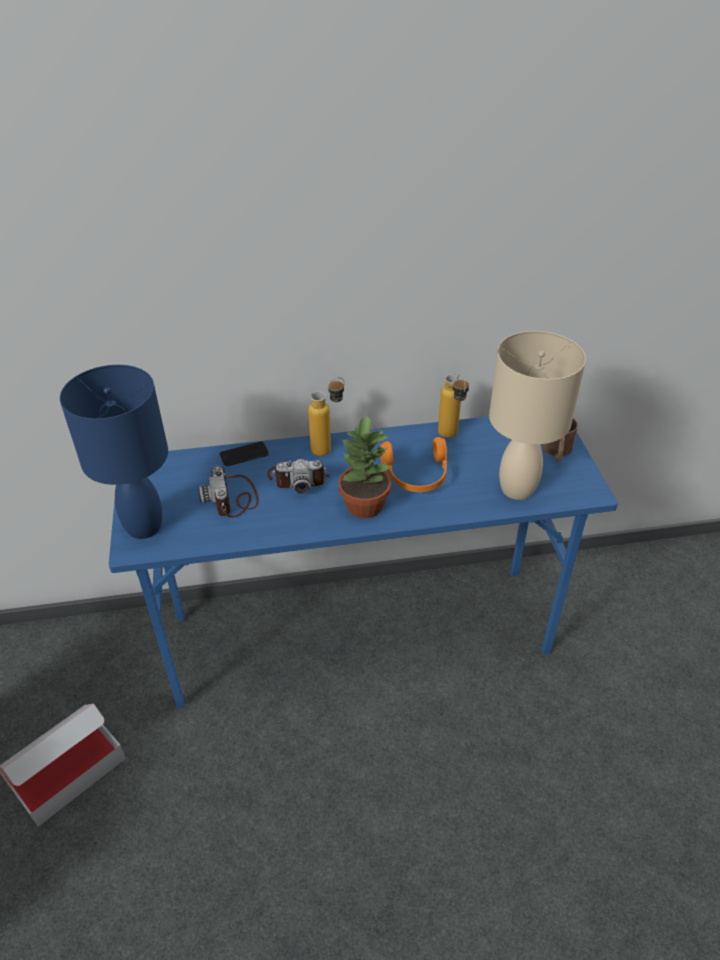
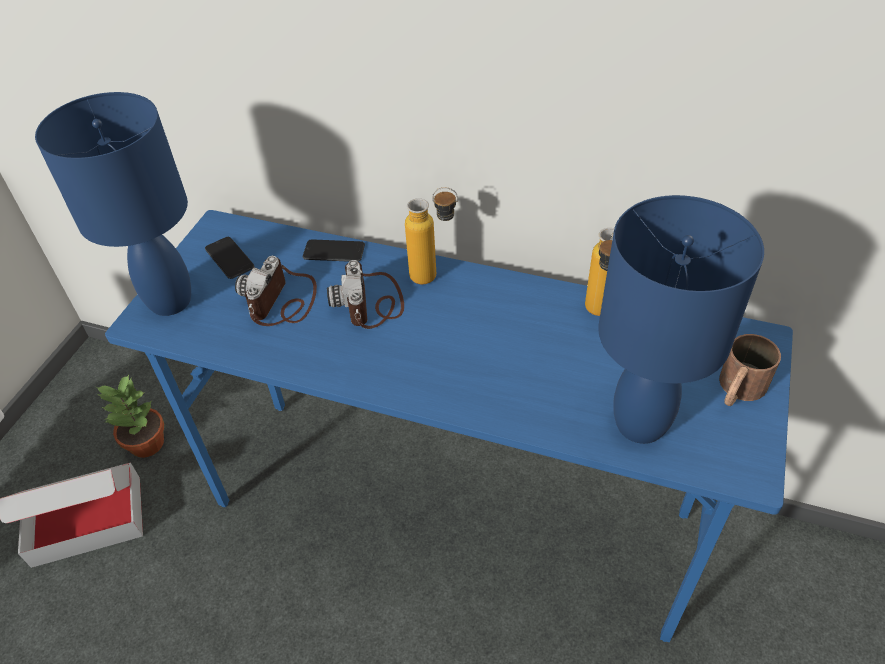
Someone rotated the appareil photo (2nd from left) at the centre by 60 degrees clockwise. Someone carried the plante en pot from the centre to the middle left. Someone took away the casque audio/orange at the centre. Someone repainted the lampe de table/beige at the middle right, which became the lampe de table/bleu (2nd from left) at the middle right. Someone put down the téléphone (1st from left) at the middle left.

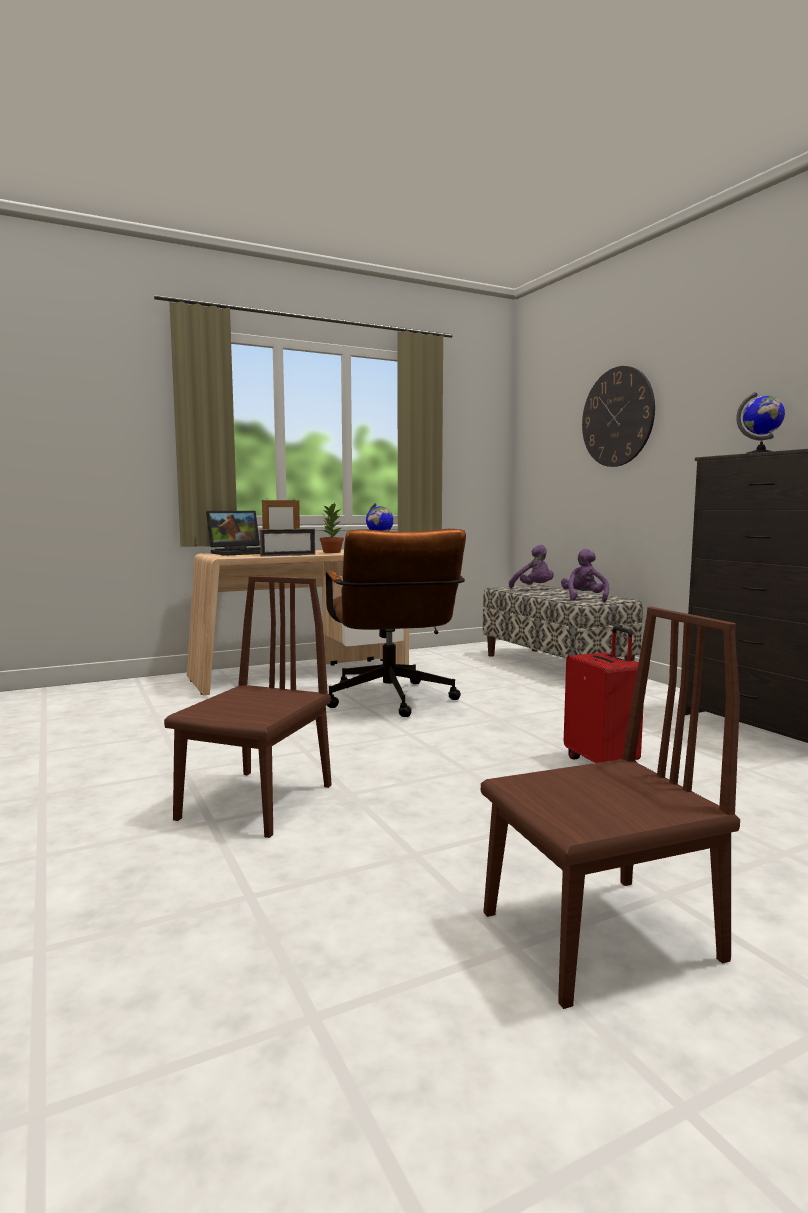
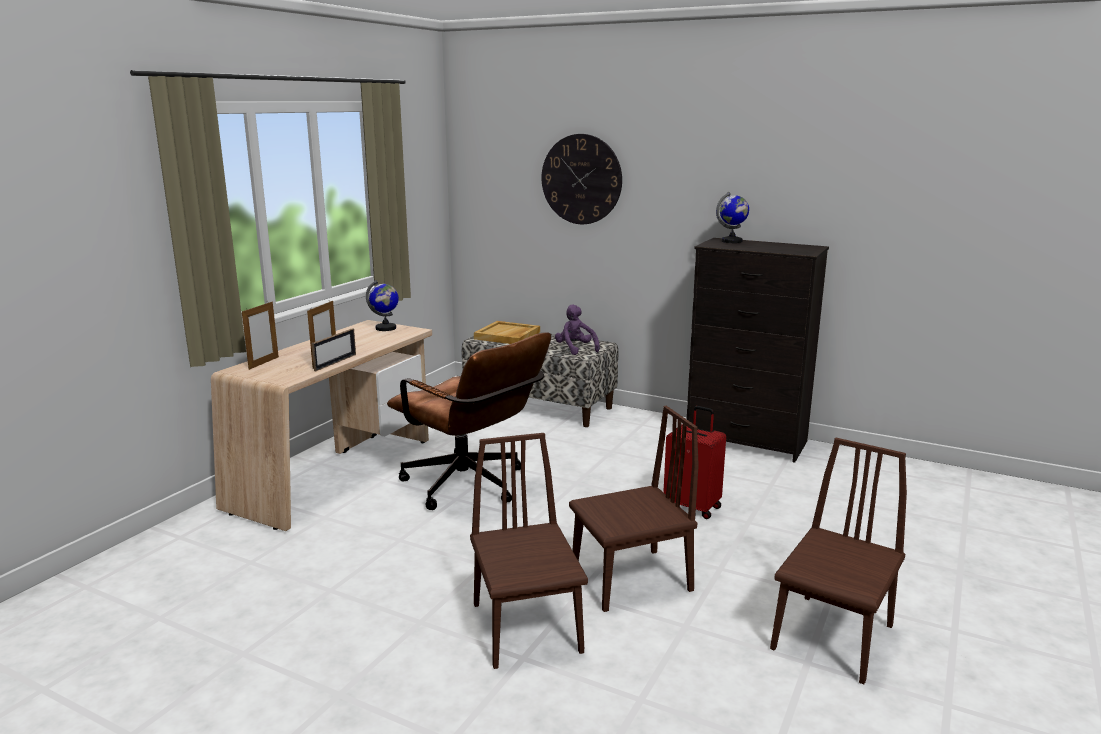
Someone swapped the ordinateur portable at the middle left for the cadre photo (1st from left) at the middle left. Someone took away the plante en pot at the centre. Someone swapped the peluche/violet (1st from left) at the centre for the plateau/beige at the centre. Someone put down the chaise/marron (2nd from left) at the bottom centre.

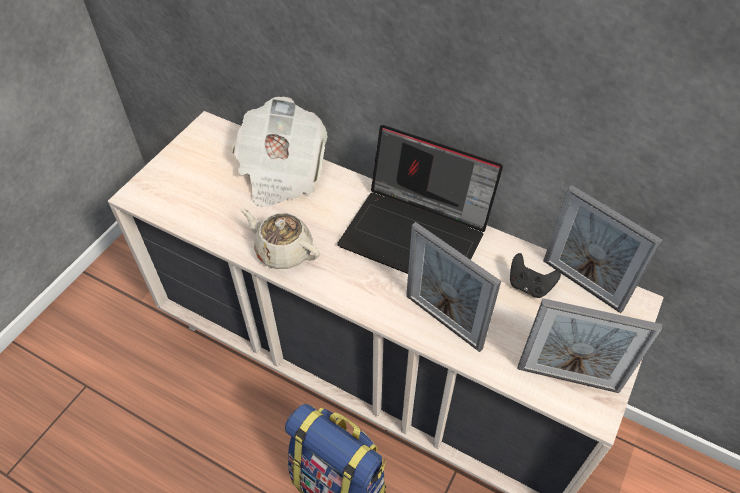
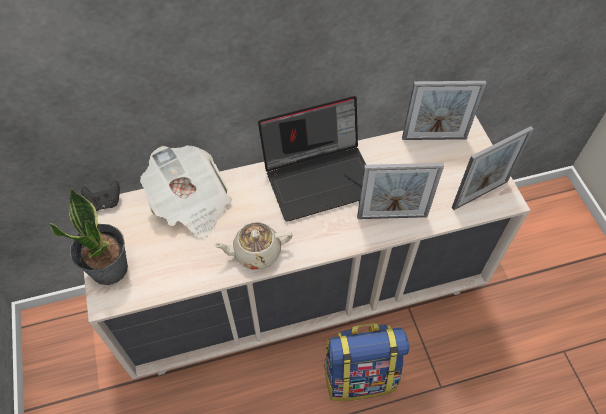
Someone carried the manette/noir from the middle right to the middle left. Someone put down the plante en pot at the middle left.

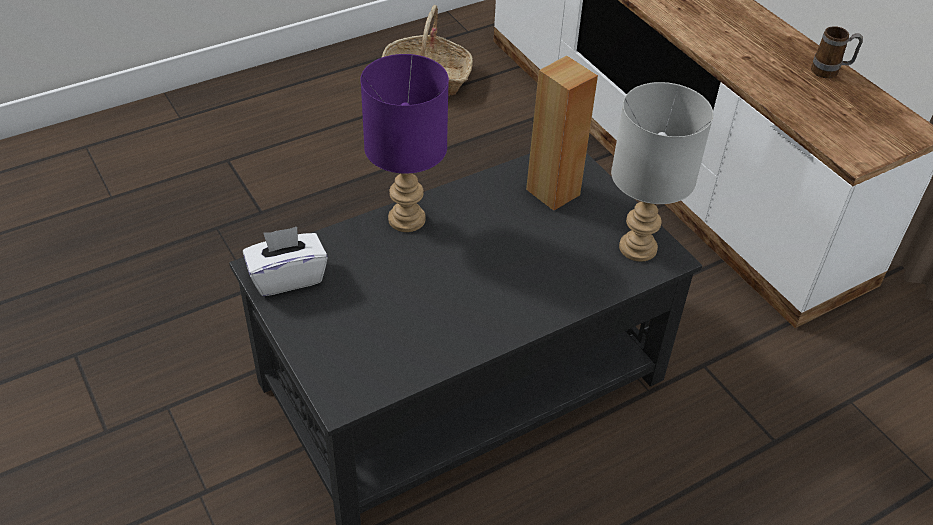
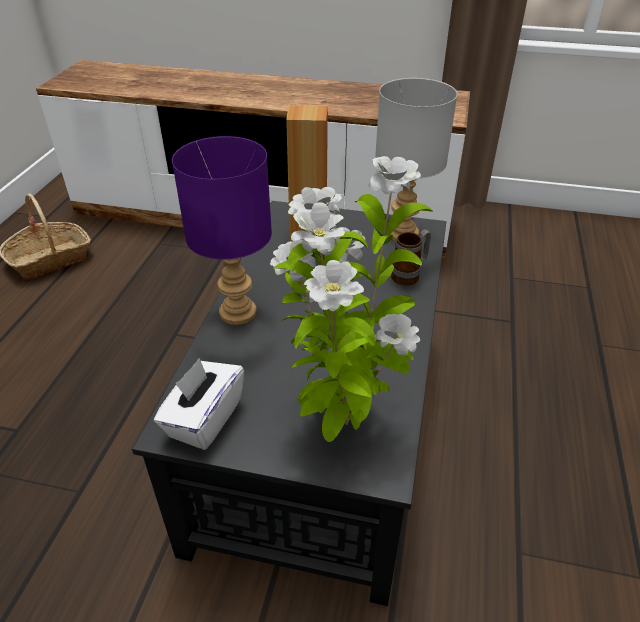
Someone carried the mug from the top right to the centre. Someone put down the plante en pot at the centre.

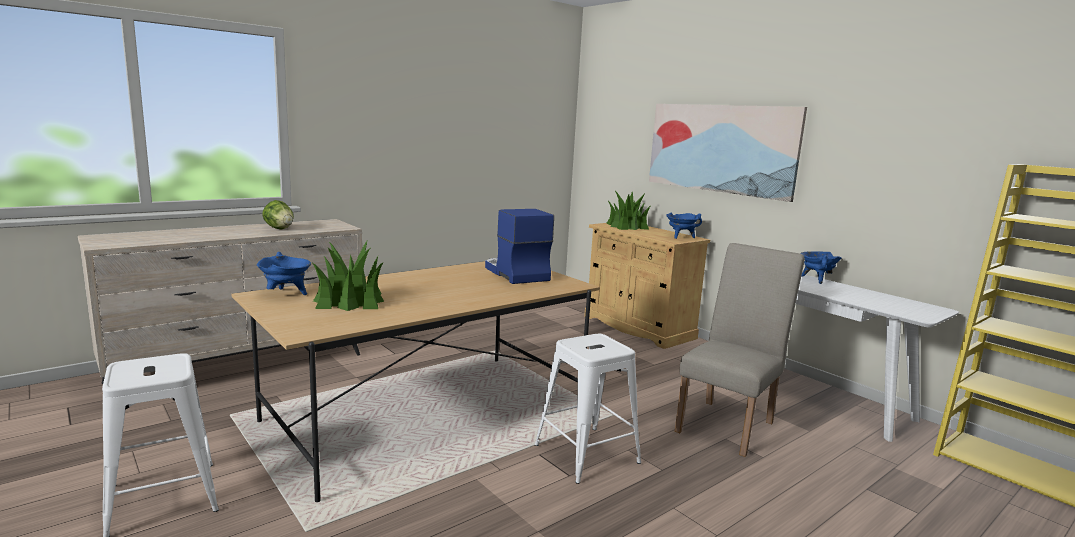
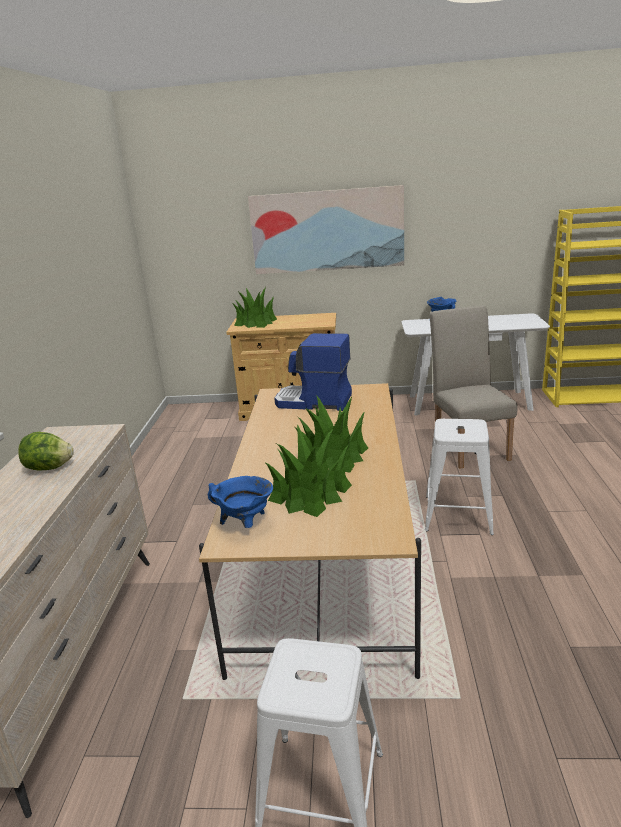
Someone took away the marmite/bleu (2nd from left) at the centre. Someone put down the plante en pot (3rd from left) at the centre.

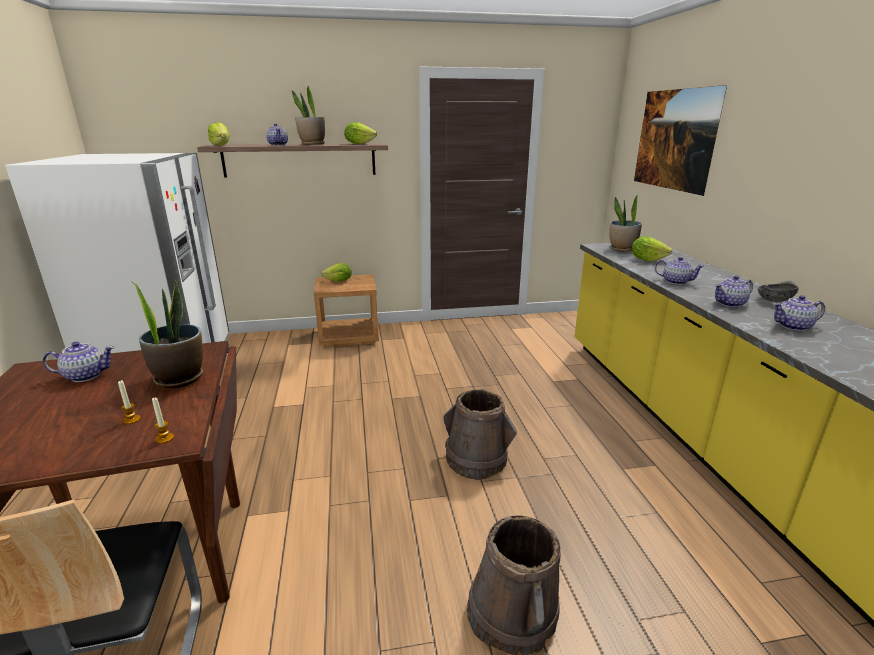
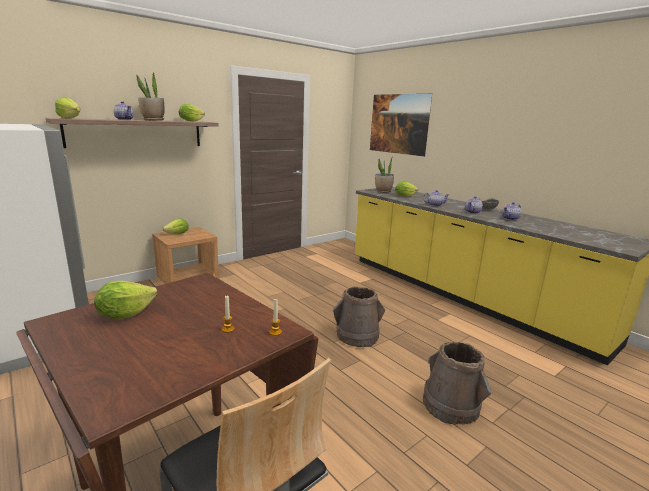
Someone swapped the théière (1st from left) at the middle left for the laitue (2nd from left) at the middle left. Someone took away the plante en pot (1st from left) at the middle left.

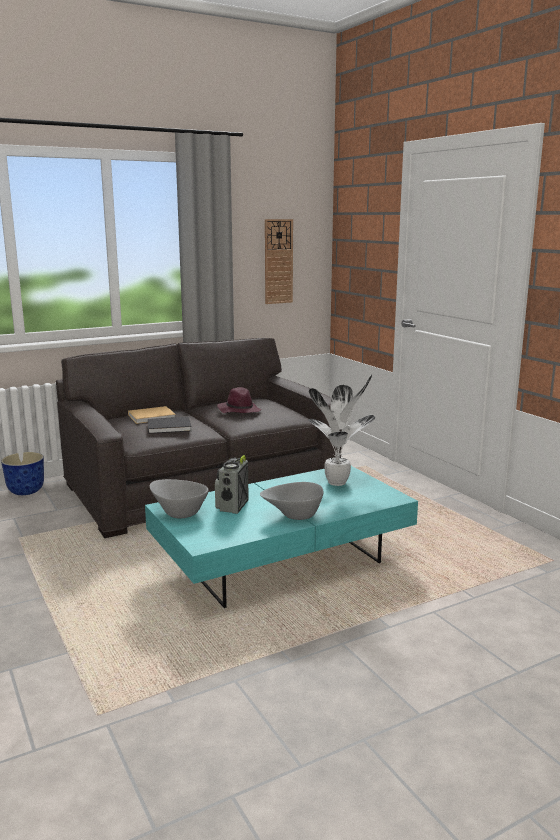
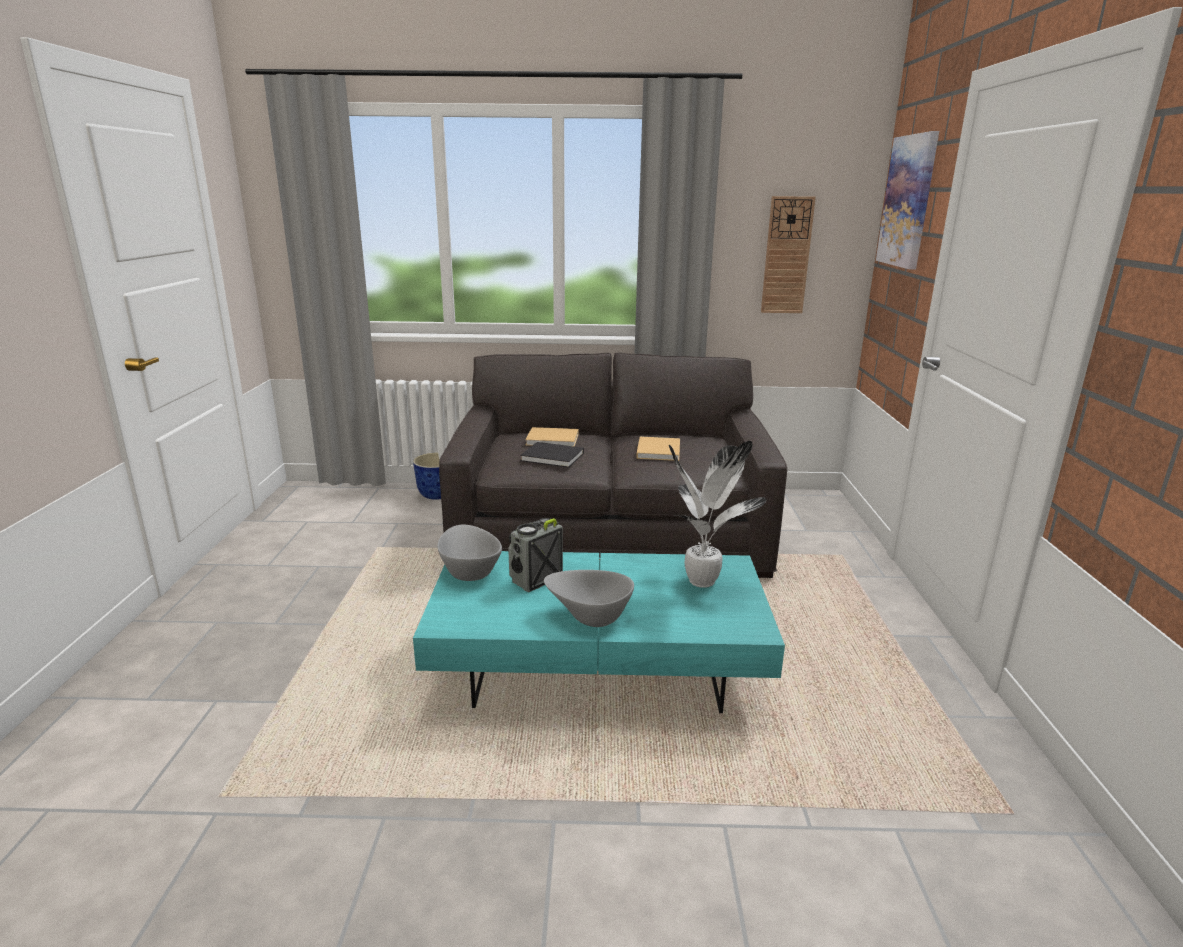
Someone swapped the chapeau/violet at the centre for the livre/beige (2nd from left) at the centre. Someone put up the tableau at the top right.

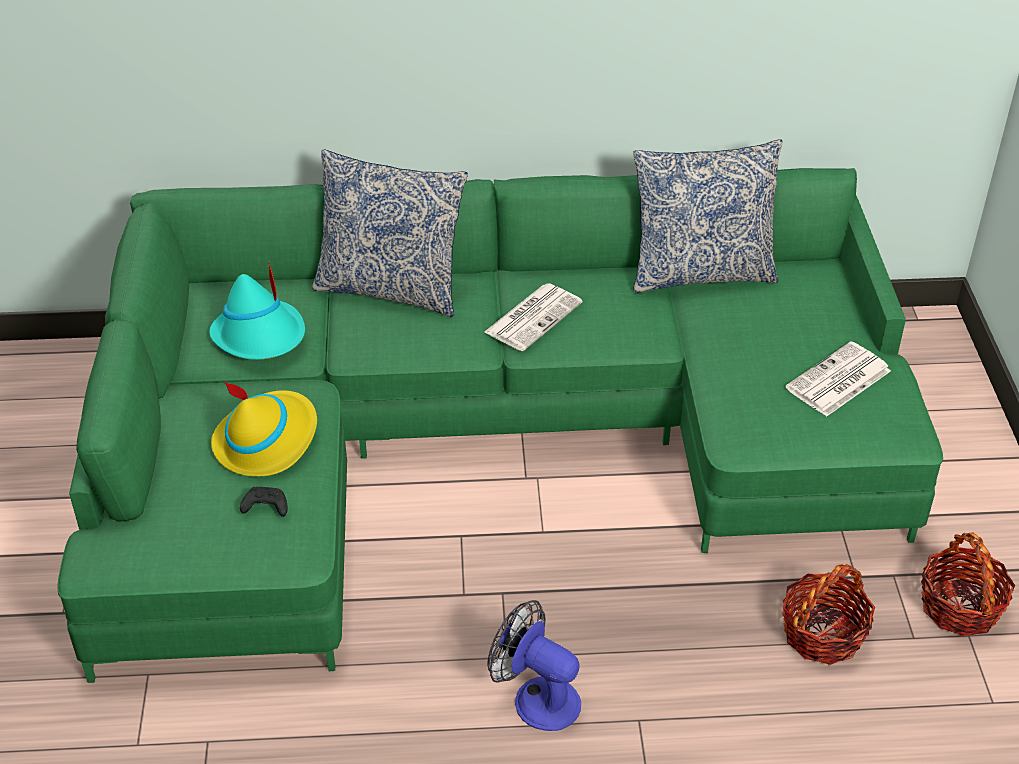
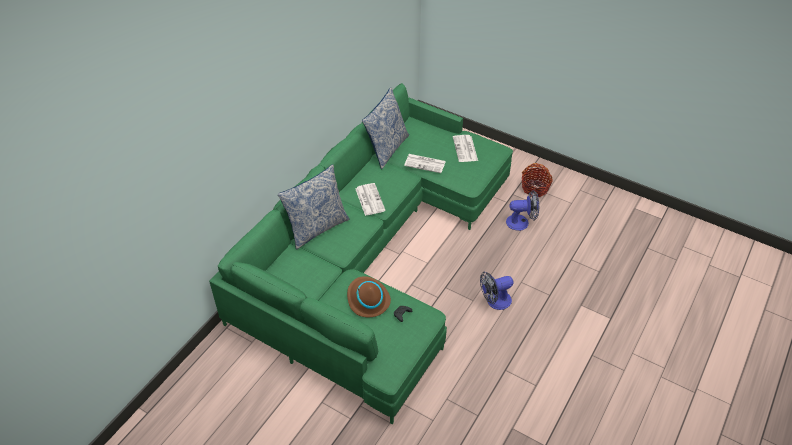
Someone took away the chapeau/turquoise at the middle left. Someone repainted the chapeau/jaune at the middle left, which became the chapeau/marron at the centre. Someone swapped the panier (1st from left) at the bottom right for the ventilateur (2nd from left) at the centre. Someone put down the journal (2nd from left) at the centre.

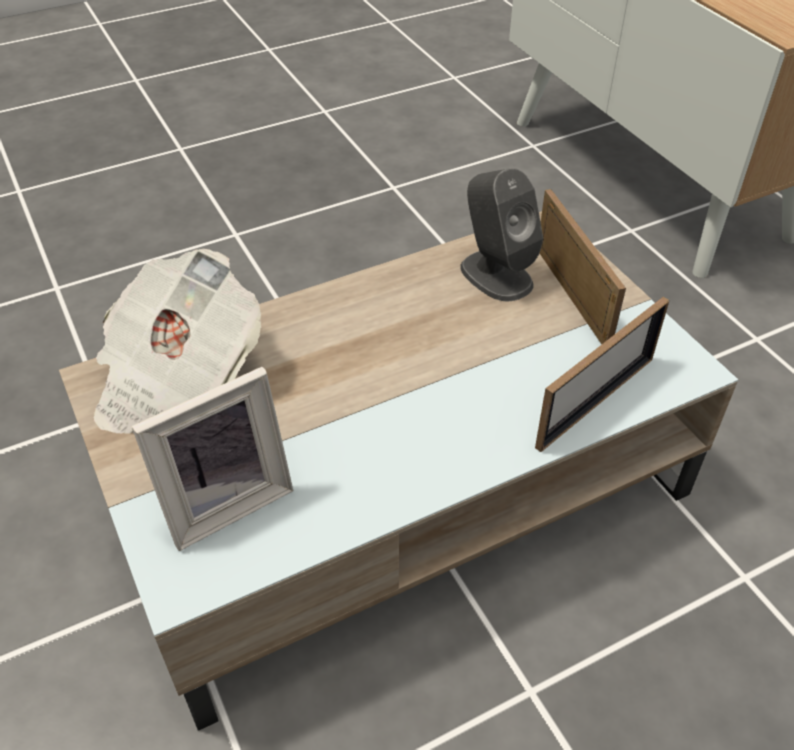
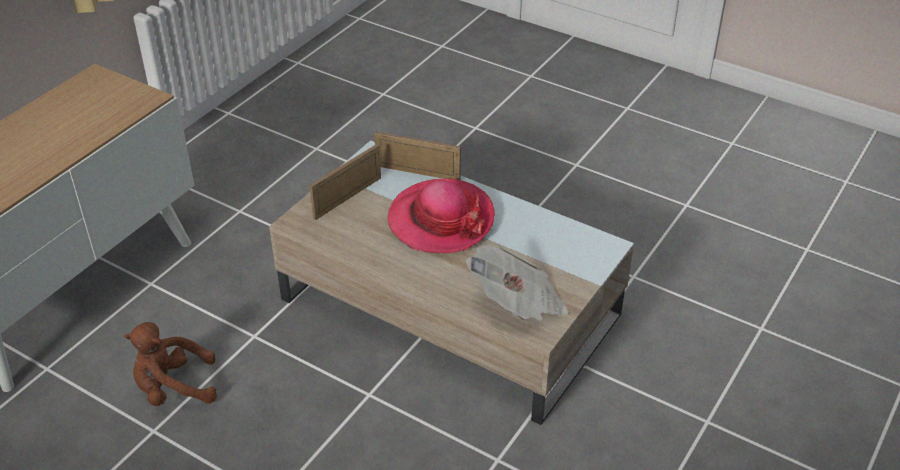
Someone took away the cadre photo (1st from left) at the middle left. Someone took away the enceinte/gris at the top centre. Someone put down the peluche/marron at the bottom left. Someone put down the chapeau at the centre.

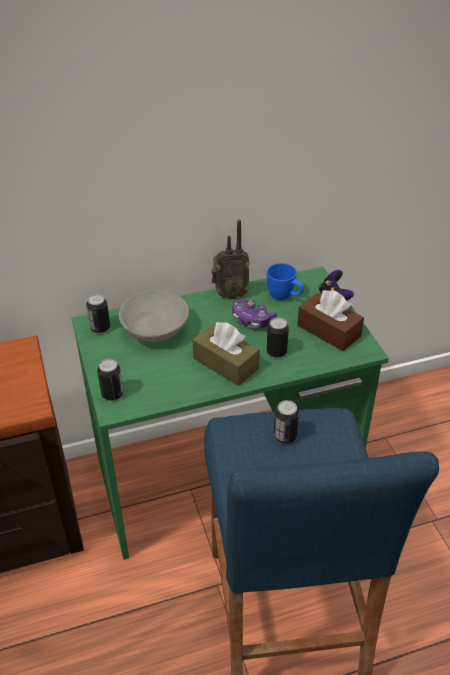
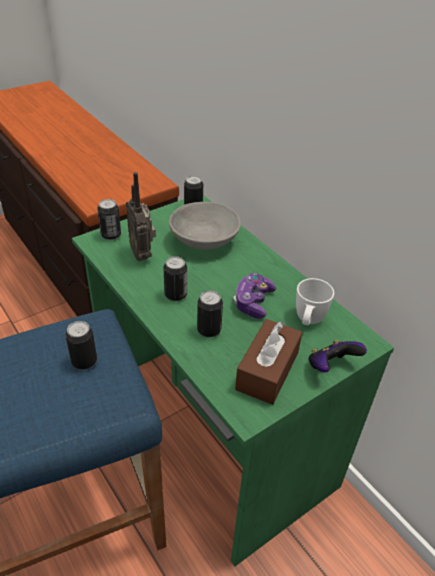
Someone swapped the boîte à mouchoirs/marron (1st from left) at the centre for the boîte métallique (3rd from left) at the centre. Someone carried the radio from the centre to the middle left. Someone repainted the mug/bleu at the centre, which became the mug/blanc at the middle right.

